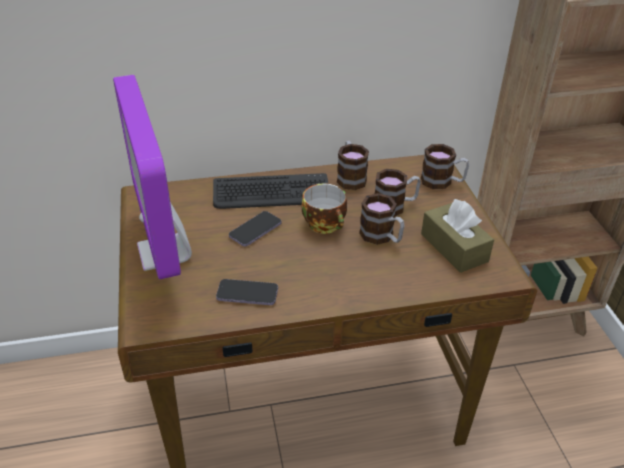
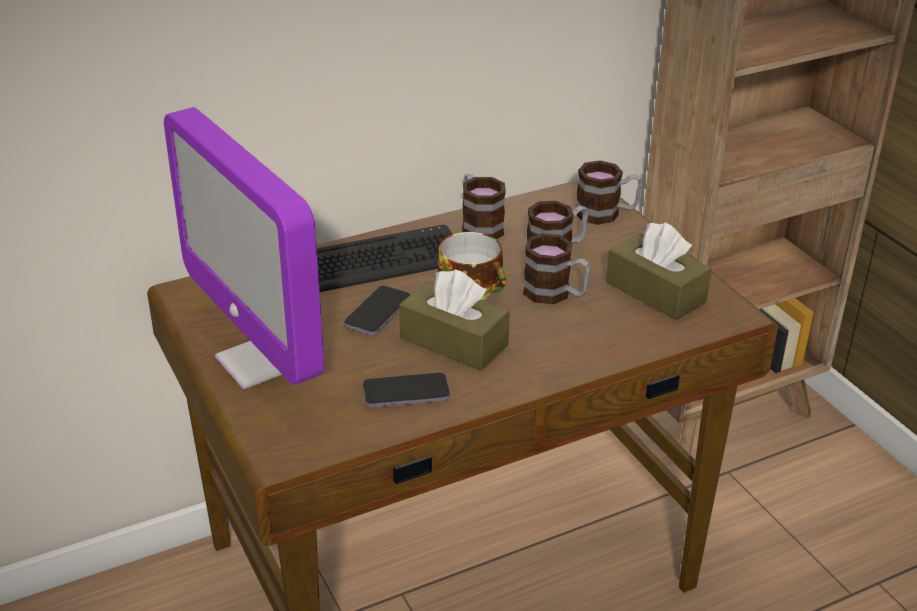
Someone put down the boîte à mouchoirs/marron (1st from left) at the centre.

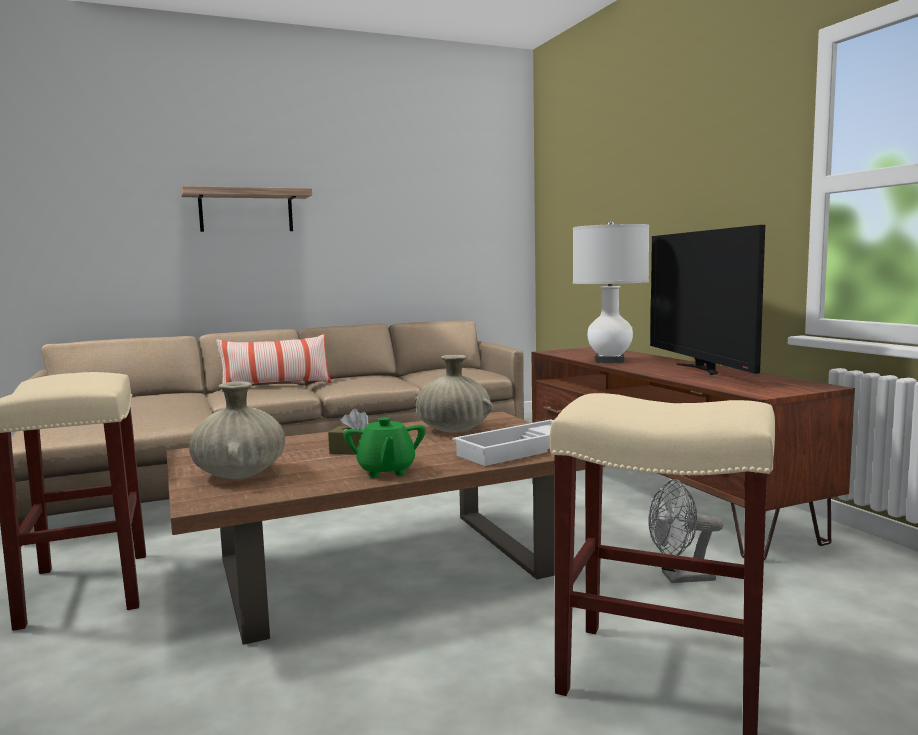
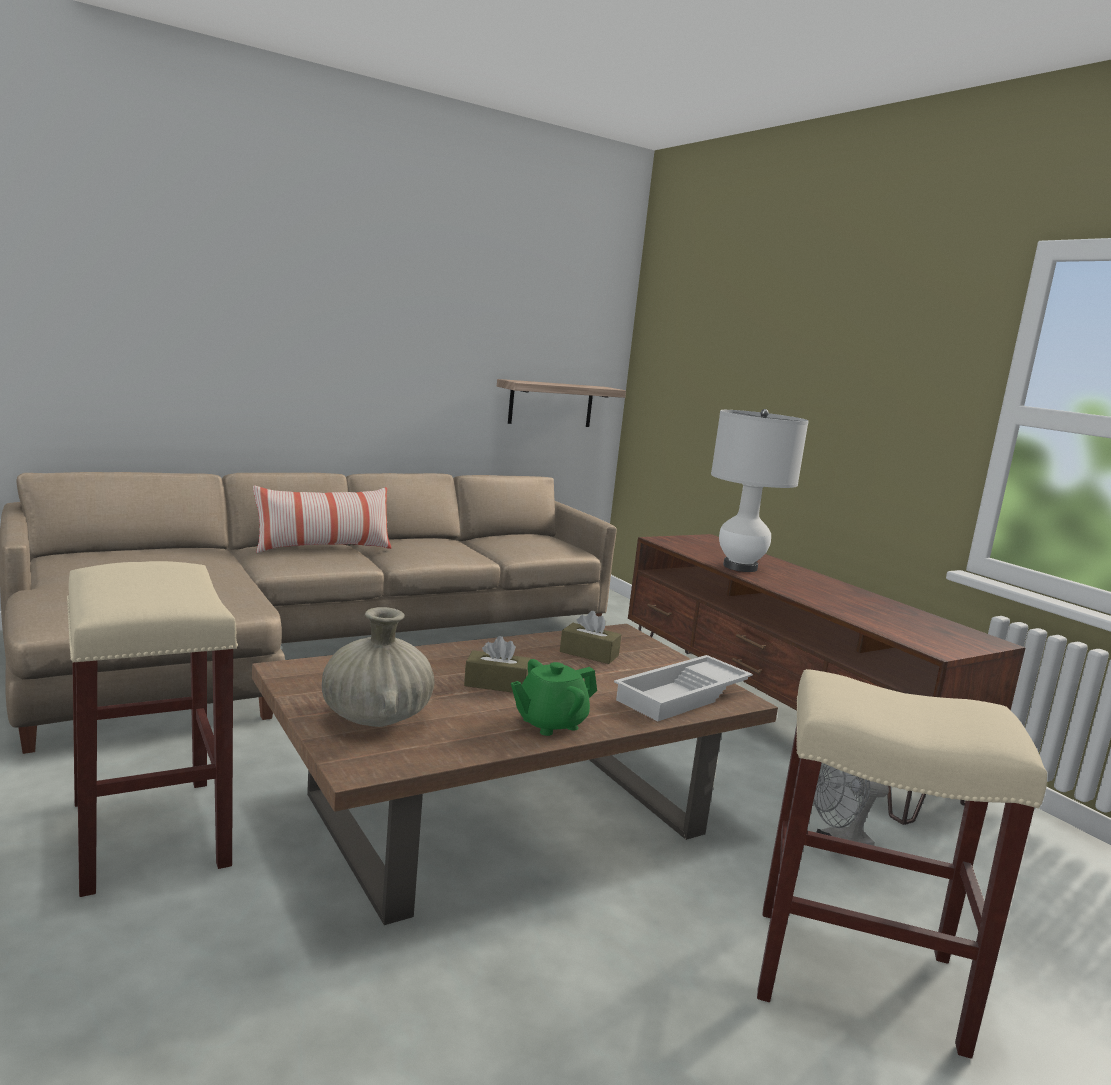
Someone carried the étagère from the top left to the centre. Someone rotated the théière/vert at the centre by 75 degrees clockwise. Someone swapped the vase/beige (2nd from left) at the centre for the boîte à mouchoirs/marron (2nd from left) at the centre. Someone took away the téléviseur at the middle right.

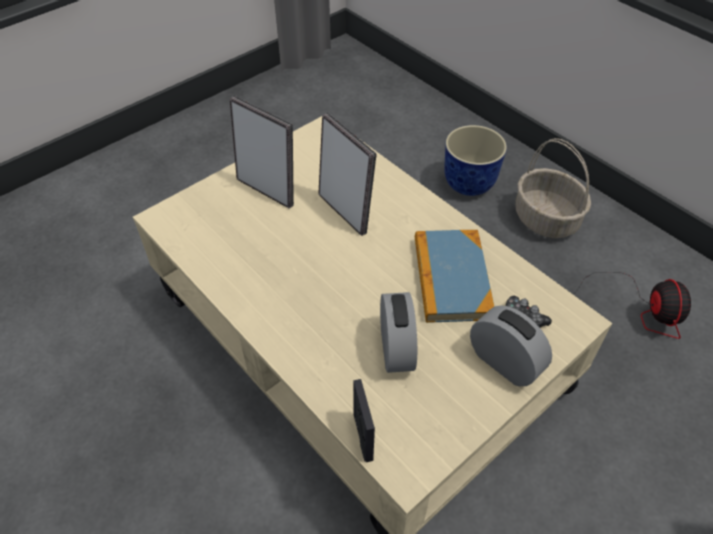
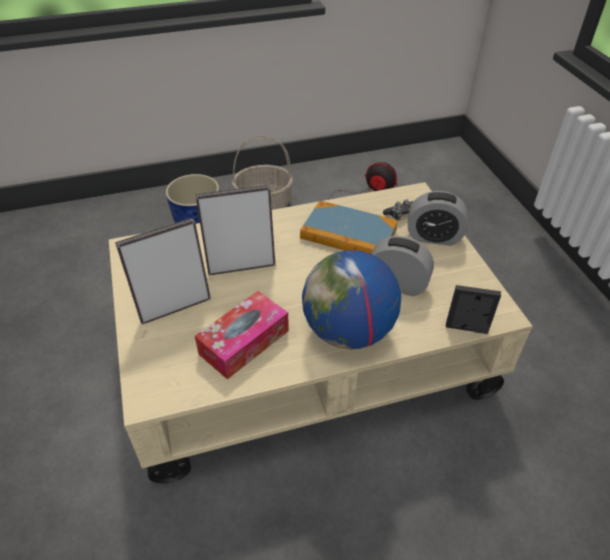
Someone rotated the réveil (2nd from left) at the middle right by 150 degrees counterclockwise. Someone put down the boîte à mouchoirs at the centre. Someone put down the globe at the centre.

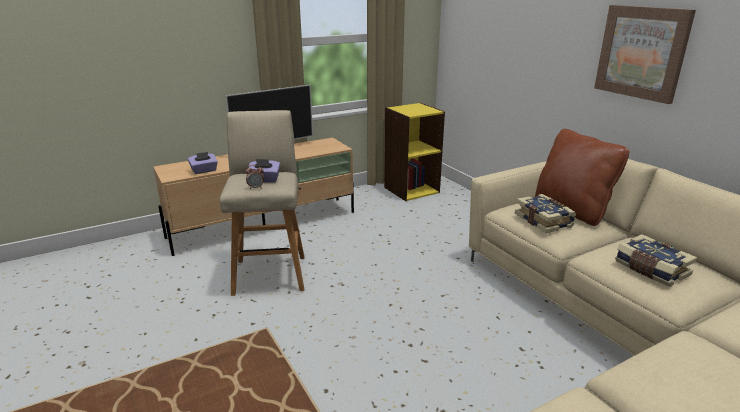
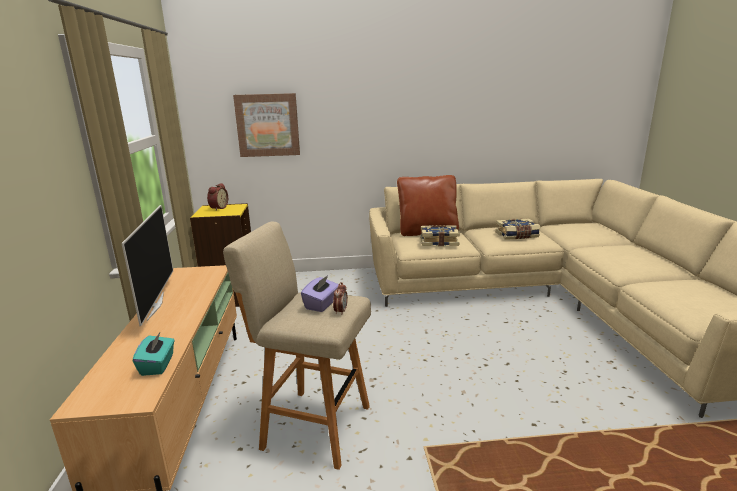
Someone repainted the boîte à mouchoirs/violet (1st from left) at the middle left, which became the boîte à mouchoirs/turquoise at the bottom left. Someone carried the tableau from the top right to the top centre. Someone put down the réveil (1st from left) at the middle left.

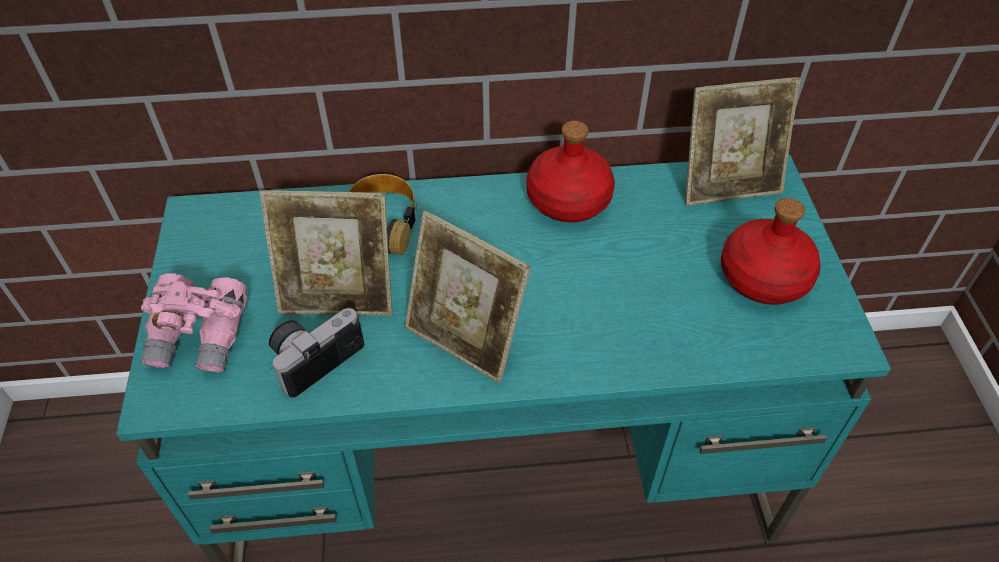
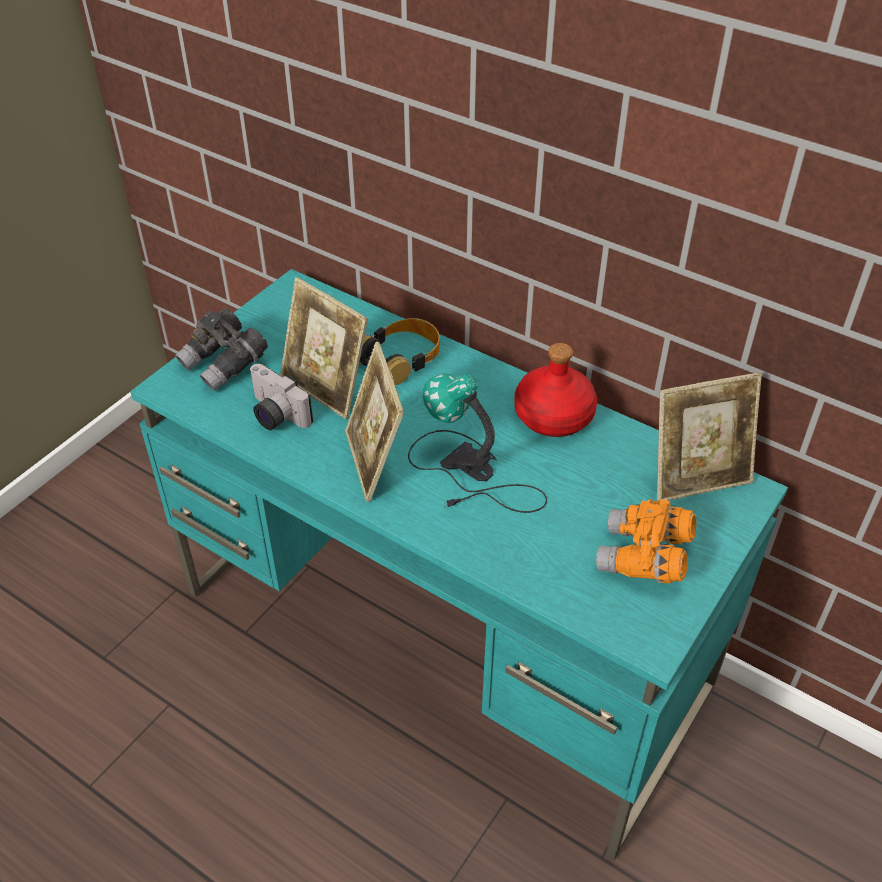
Someone repainted the jumelles/rose at the middle left, which became the jumelles/gris at the middle left. Someone rotated the appareil photo at the middle left by 135 degrees counterclockwise. Someone rotated the cadre photo (3rd from left) at the top right by 45 degrees counterclockwise. Someone swapped the bouteille/rouge (2nd from left) at the middle right for the jumelles/orange at the middle right. Someone put down the lampe de table at the centre.

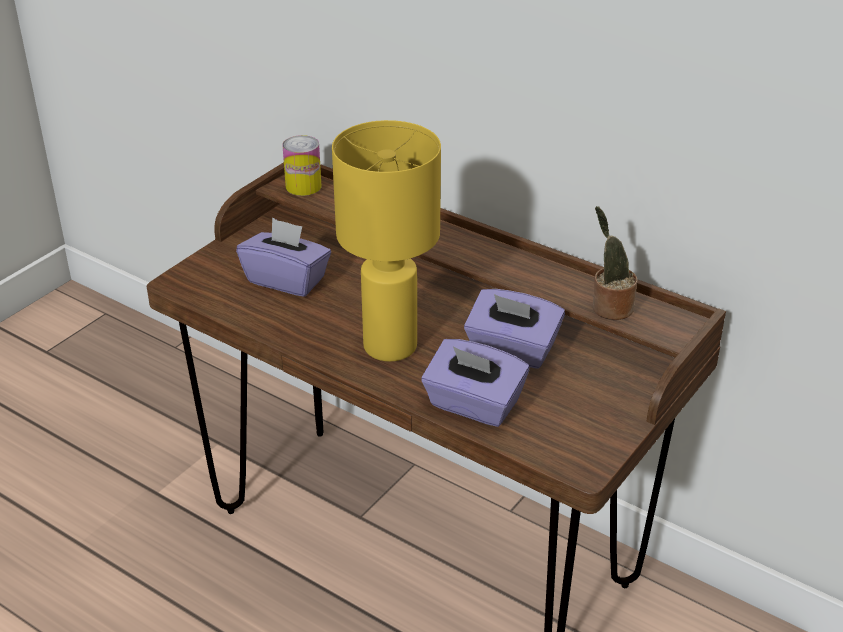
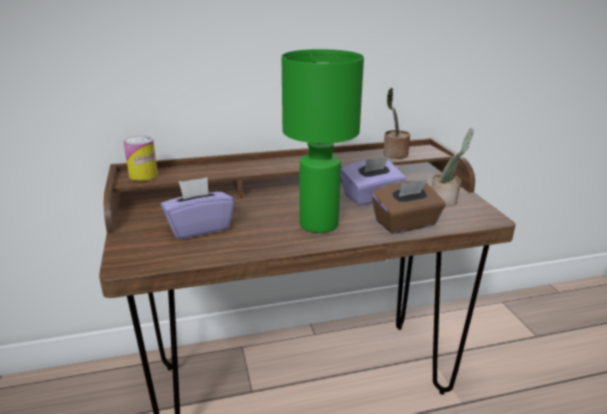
Someone repainted the lampe de table/jaune at the centre, which became the lampe de table/vert at the centre. Someone repainted the boîte à mouchoirs/violet (2nd from left) at the centre, which became the boîte à mouchoirs/marron at the middle right. Someone put down the plante en pot (2nd from left) at the middle right.

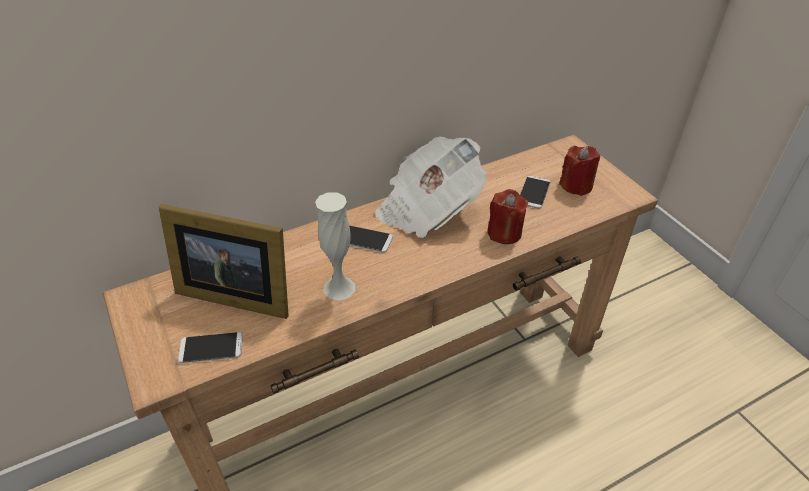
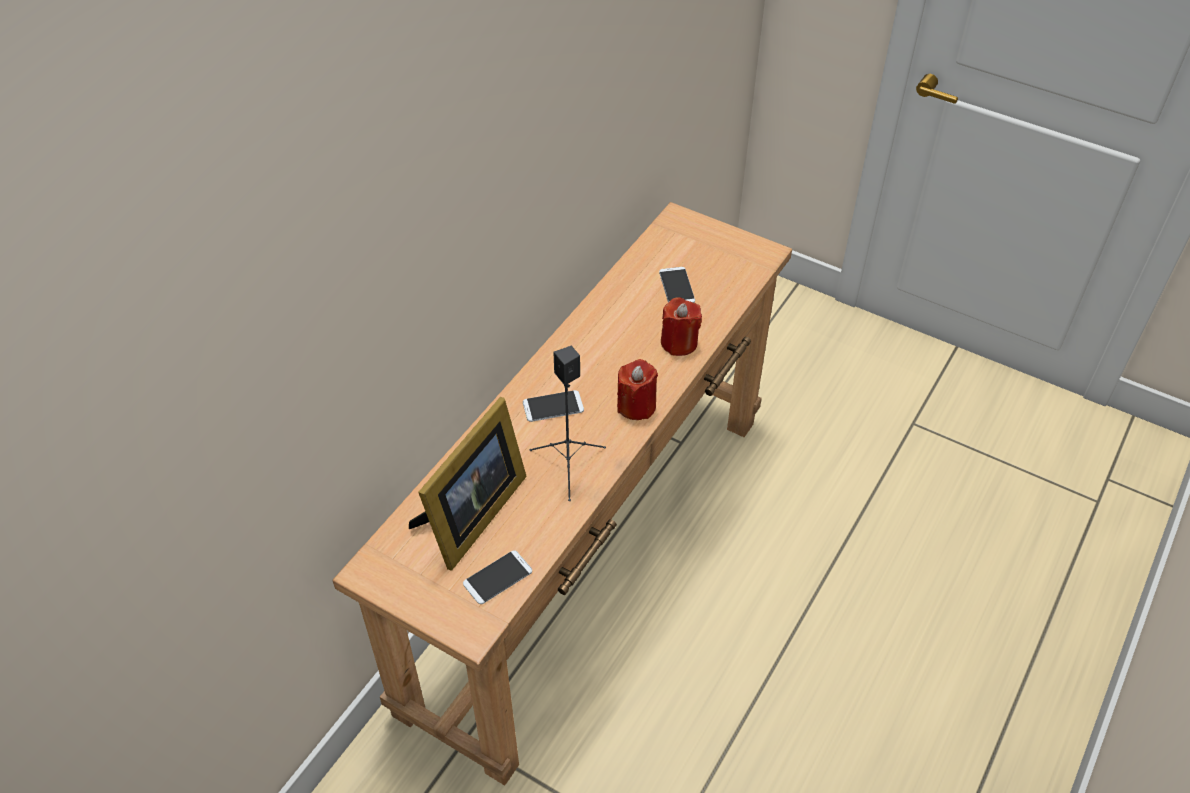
Someone rotated the cadre photo at the middle left by 45 degrees counterclockwise. Someone swapped the vase/blanc at the centre for the enceinte/noir at the centre. Someone took away the journal at the centre. Someone carried the bougie/rouge (2nd from left in the first image) from the middle right to the centre.

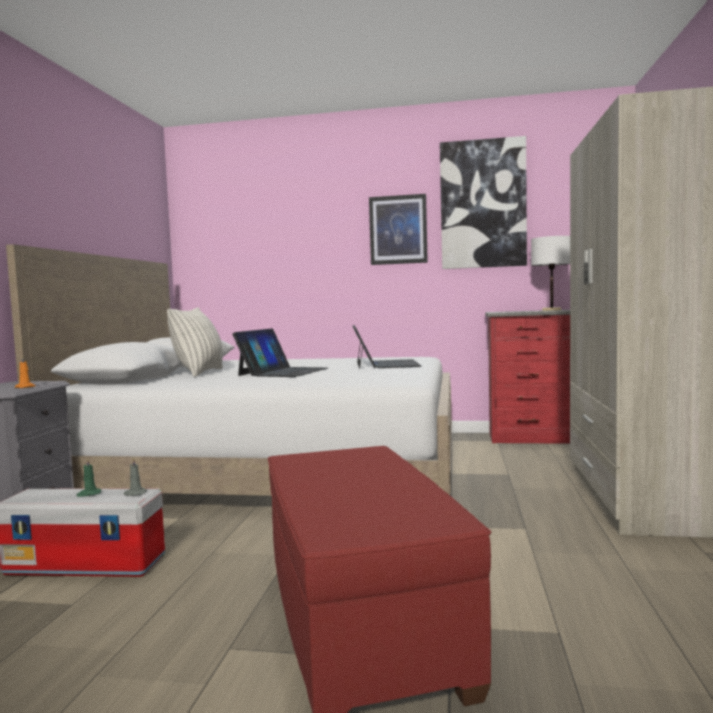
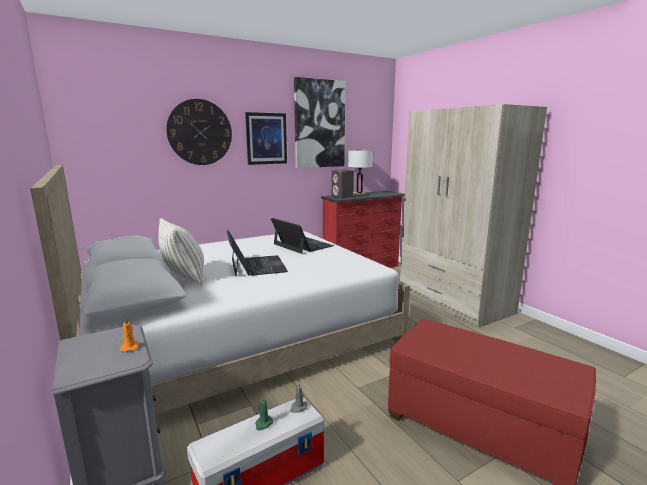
Someone put up the horloge murale at the top left. Someone put down the enceinte/gris at the centre.

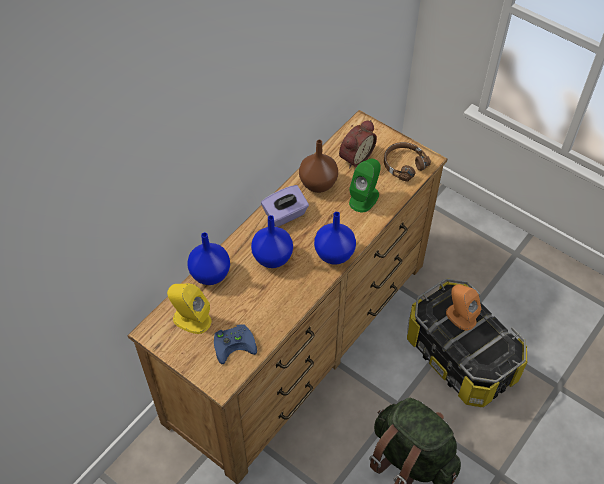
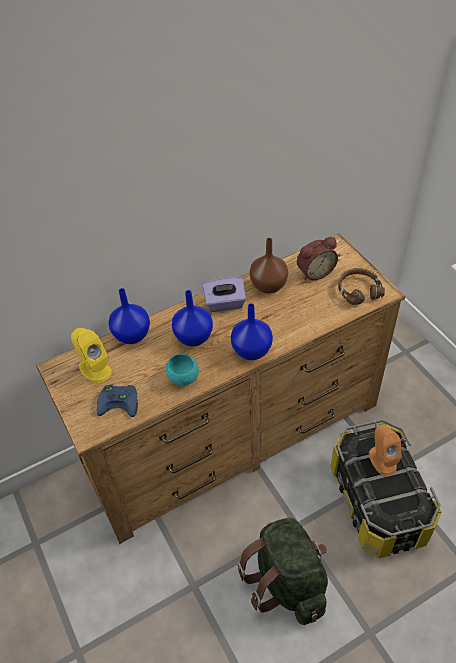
Someone took away the enceinte/vert at the centre. Someone put down the bol/turquoise at the centre.

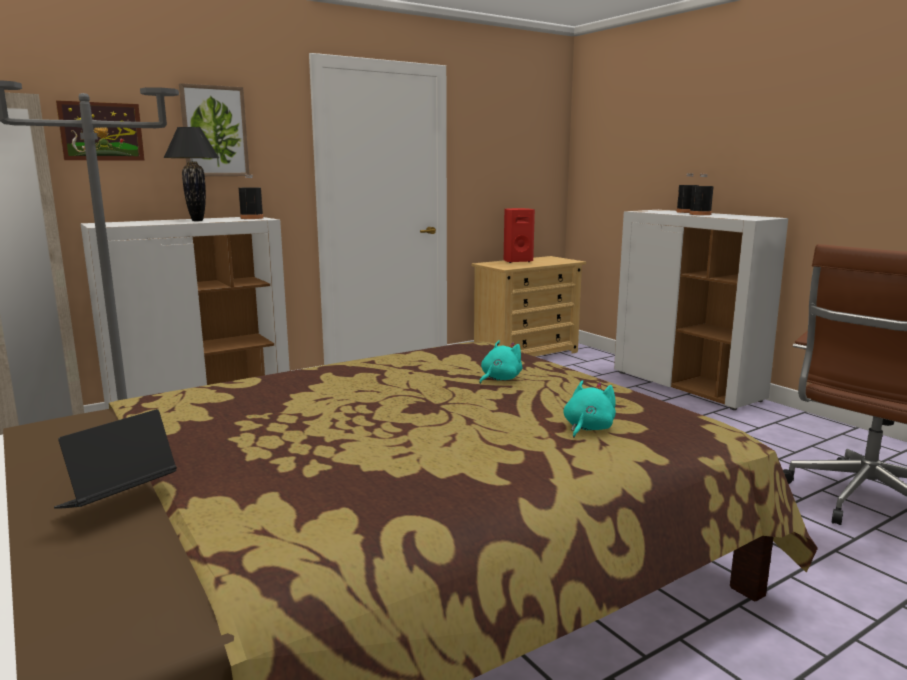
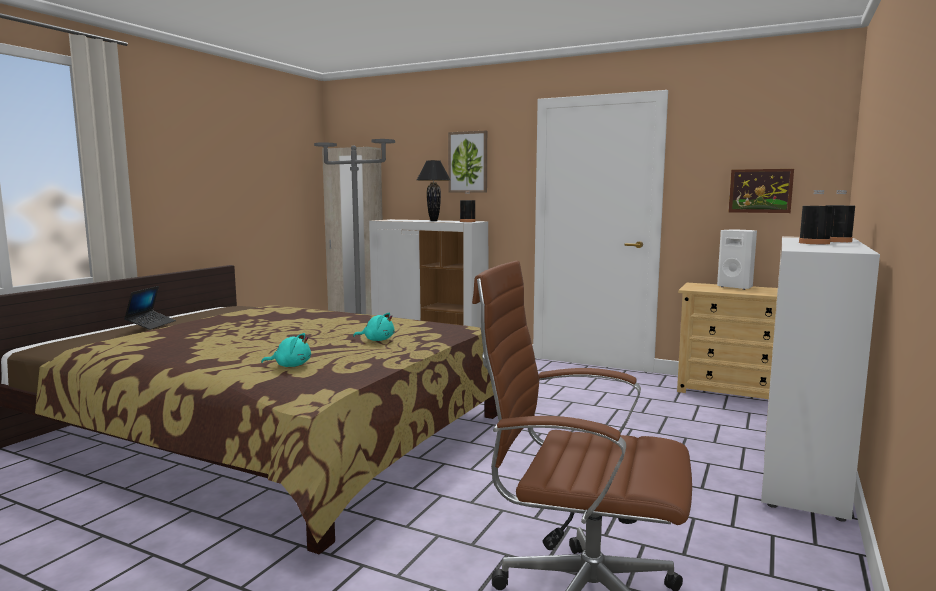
Someone rotated the ordinateur portable at the bottom left by 90 degrees clockwise. Someone carried the tableau (1st from left in the first image) from the top left to the top right. Someone repainted the enceinte/rouge at the centre, which became the enceinte/blanc at the middle right.

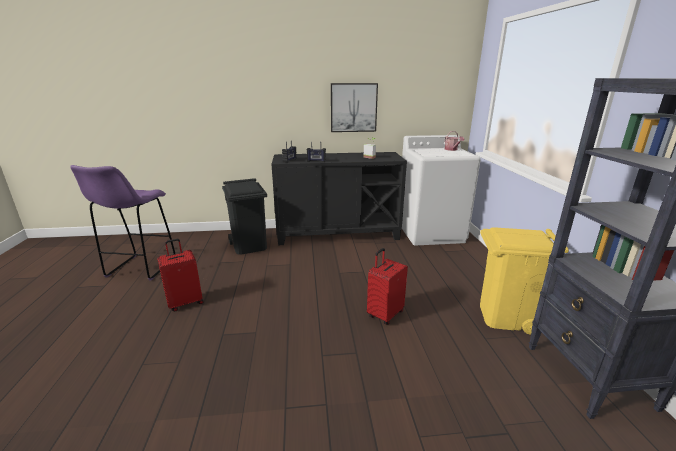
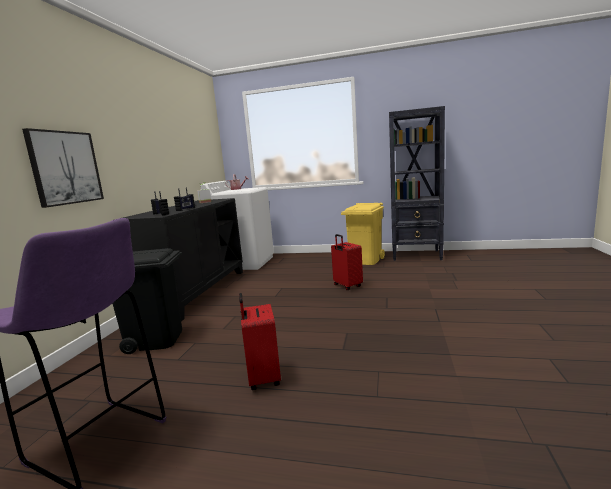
Someone carried the tableau from the top centre to the middle left.

